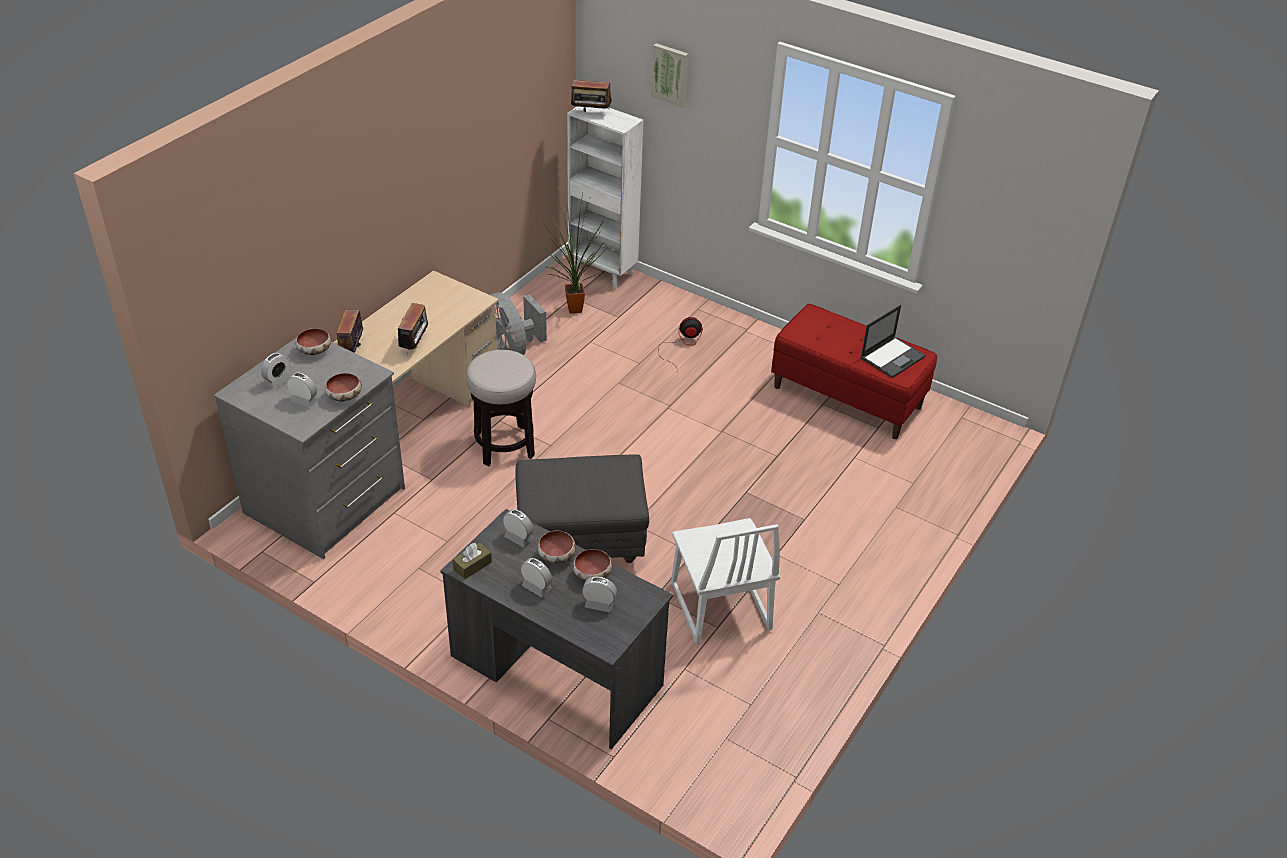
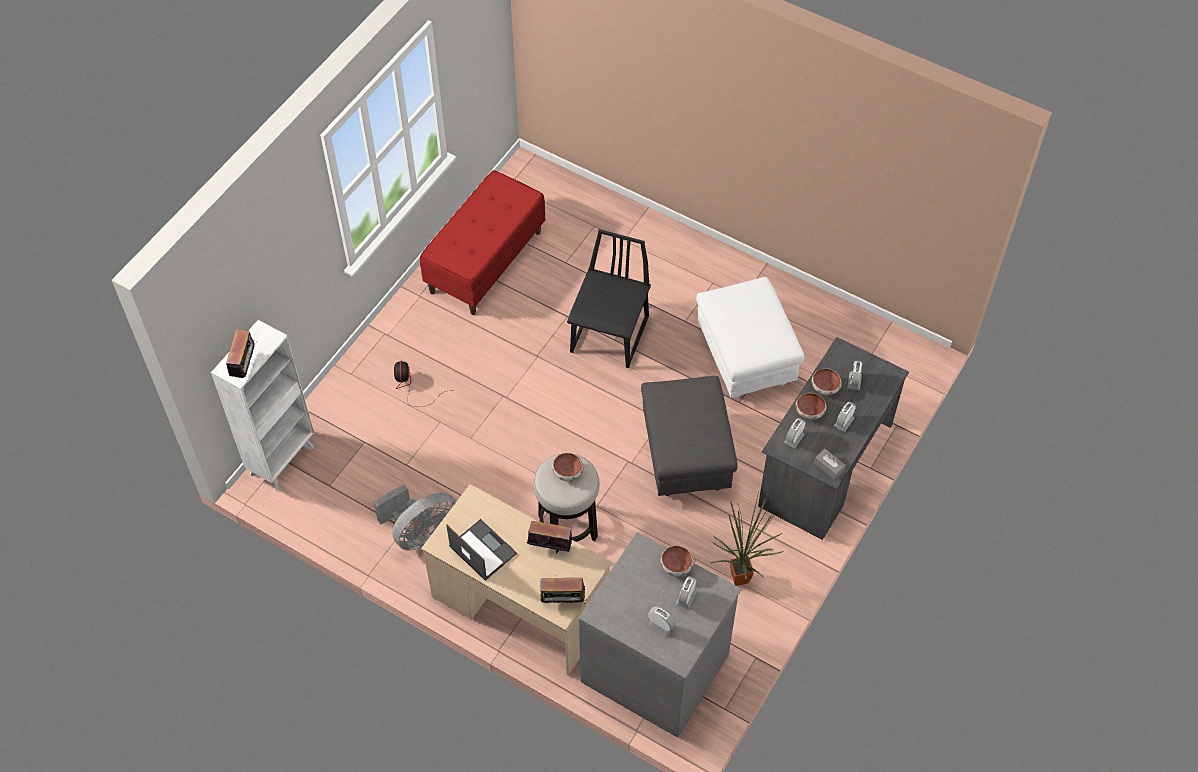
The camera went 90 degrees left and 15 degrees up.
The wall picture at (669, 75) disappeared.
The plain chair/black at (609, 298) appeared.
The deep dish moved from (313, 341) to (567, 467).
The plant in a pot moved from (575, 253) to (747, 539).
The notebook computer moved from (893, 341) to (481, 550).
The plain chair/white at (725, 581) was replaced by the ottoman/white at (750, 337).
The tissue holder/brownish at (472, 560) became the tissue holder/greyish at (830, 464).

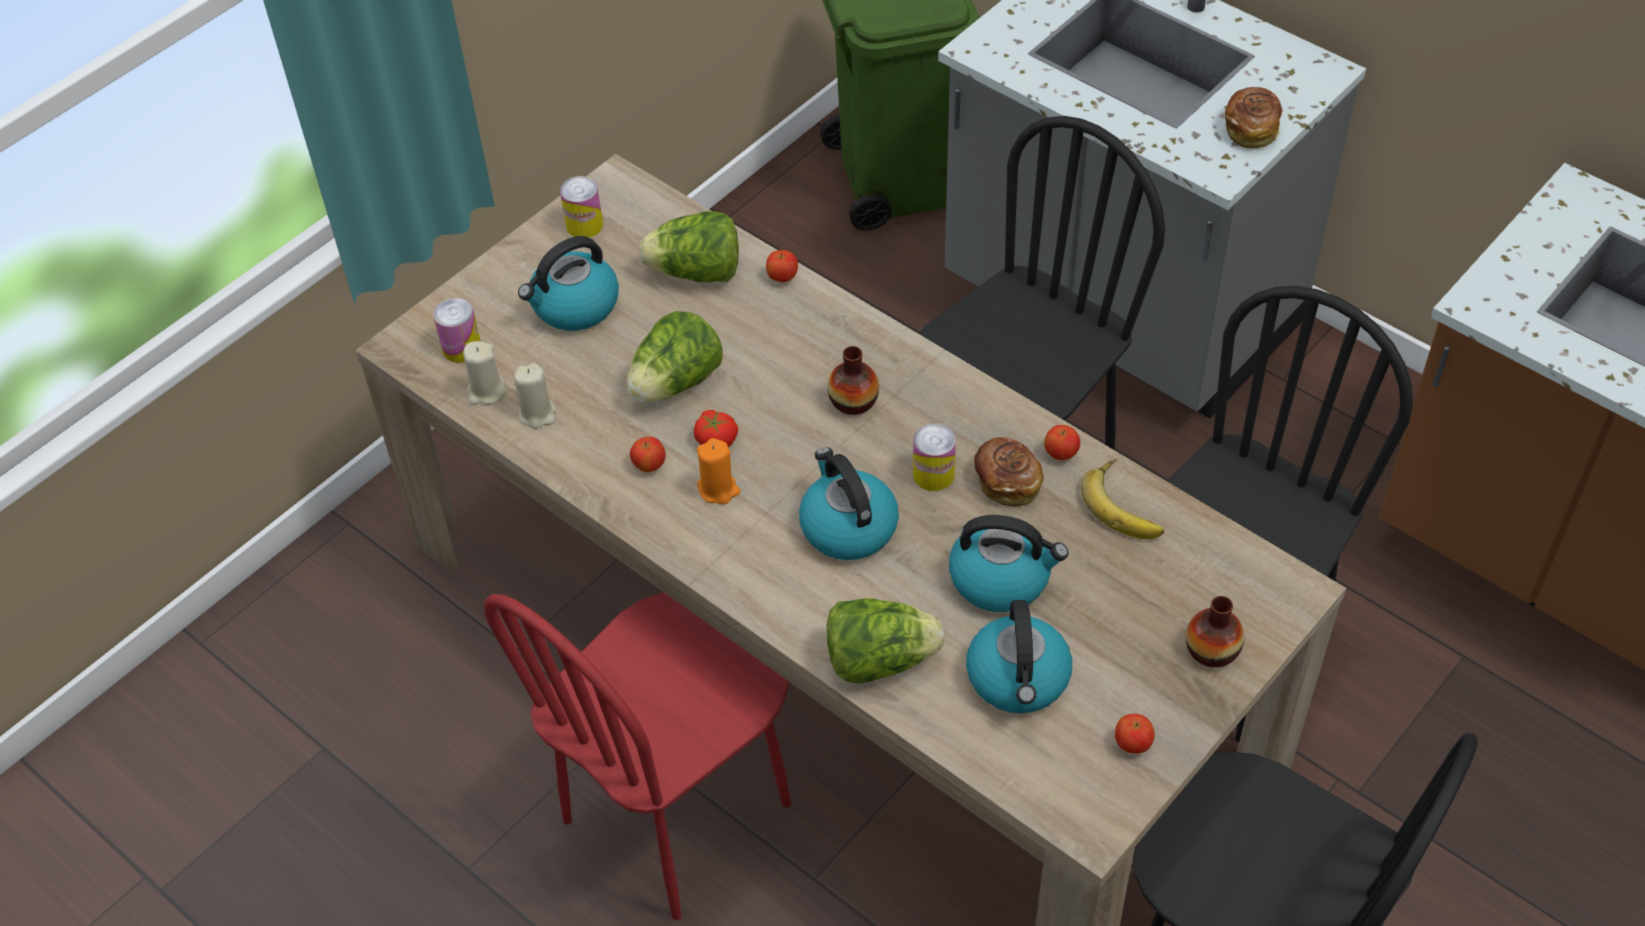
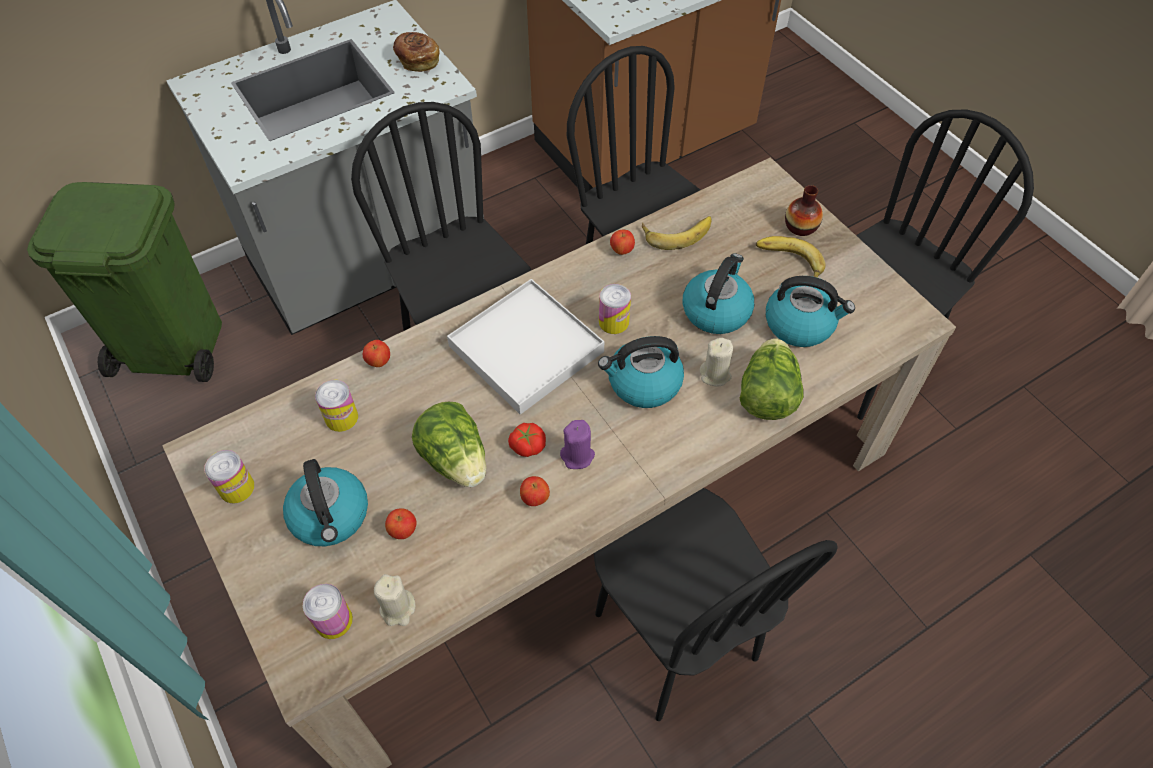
The camera went 75 degrees left and 5 degrees up.
The bread at (1009, 472) disappeared.
The banana at (791, 257) appeared.
The wax light/beige-coloured moved from (535, 396) to (716, 362).
The apple moved from (1135, 734) to (400, 523).
The head of lettuce at (689, 246) was replaced by the metal can at (336, 406).
The vase at (853, 380) was replaced by the carrying tray/white at (525, 347).
The plain chair/red-coloured at (637, 756) became the plain chair/black at (716, 604).
The wax light/orange at (718, 471) became the wax light/purplish at (577, 444).

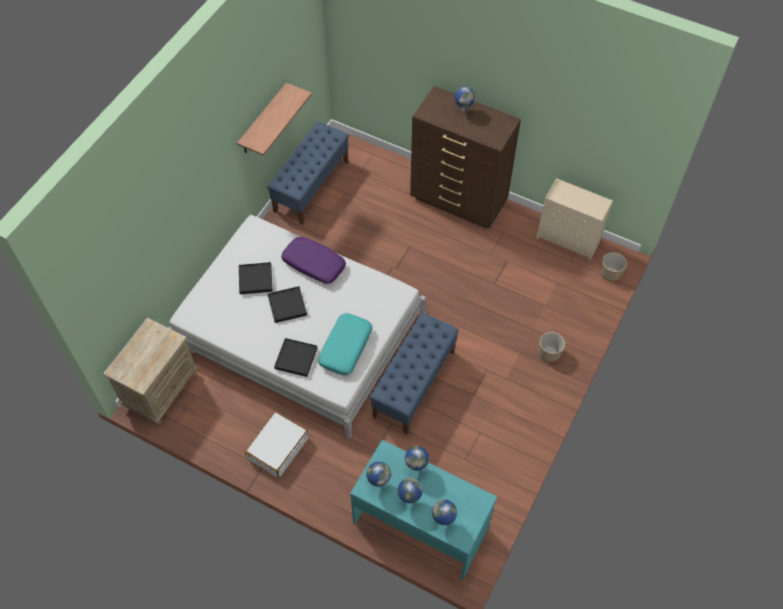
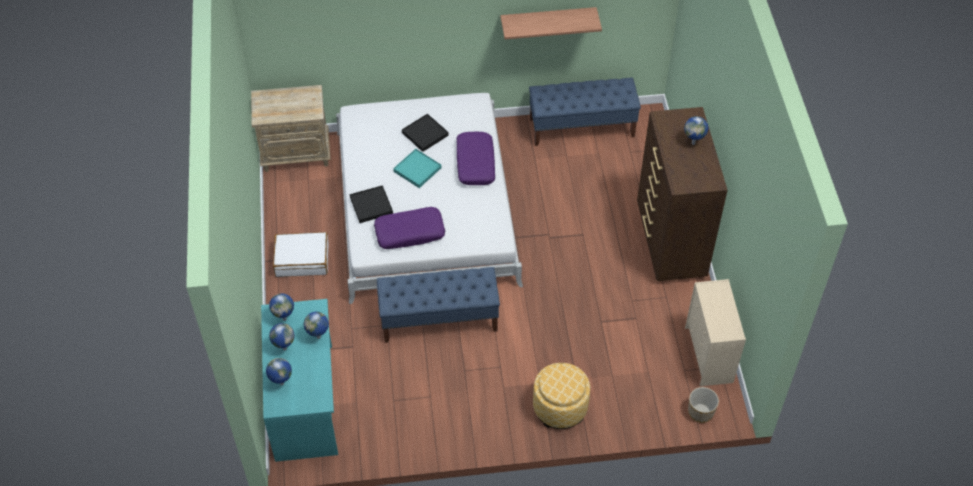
The camera went 55 degrees right and 5 degrees down.
The plant pot at (551, 347) was replaced by the ottoman at (561, 396).
The carrying tray/black at (287, 304) became the carrying tray/turquoise-coloured at (417, 168).
The cushion/turquoise-coloured at (345, 344) became the cushion/purplish at (409, 228).

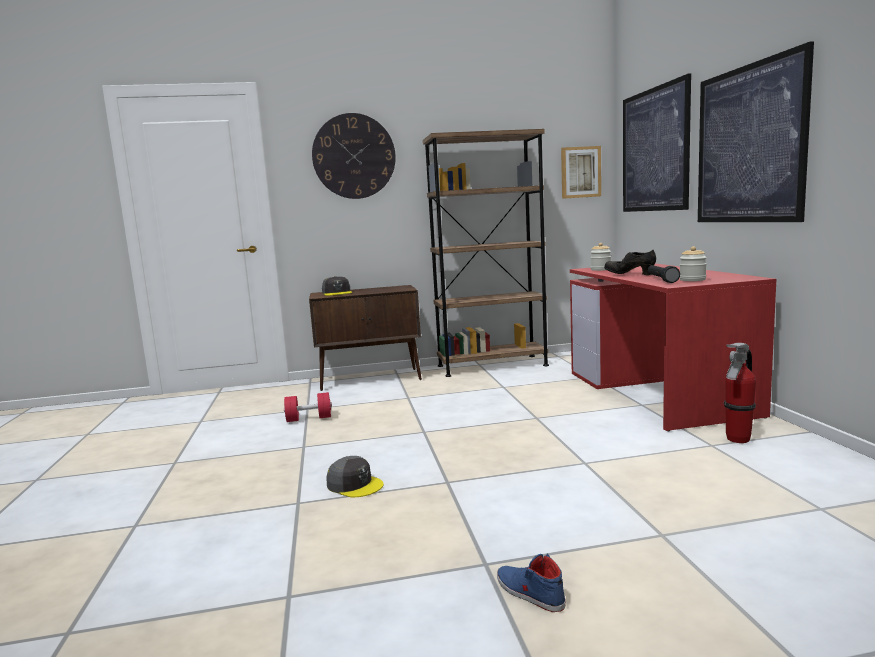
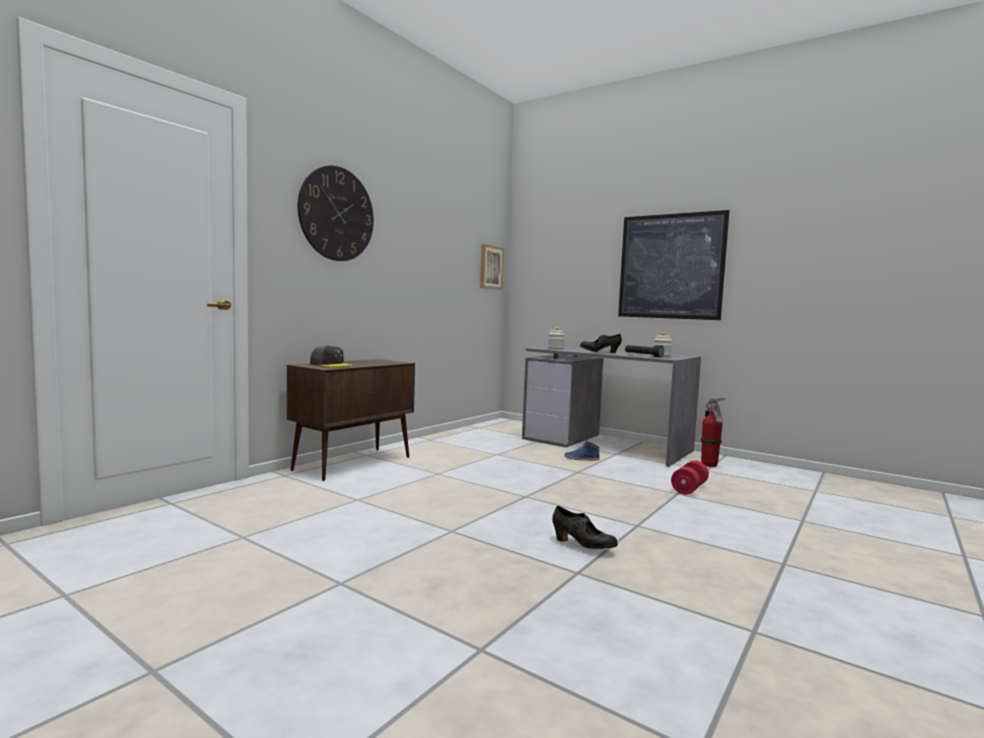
The camera went 45 degrees left and 5 degrees down.
The shelving unit/brownish at (486, 253) disappeared.
The wall picture at (657, 142) disappeared.
The free weight/red-coloured moved from (308, 407) to (690, 477).
The low shoe/blue moved from (531, 582) to (582, 450).
The peaked cap/greyish at (355, 476) was replaced by the low shoe/black at (585, 527).
The desk/red-coloured at (673, 347) became the desk/greyish at (611, 406).

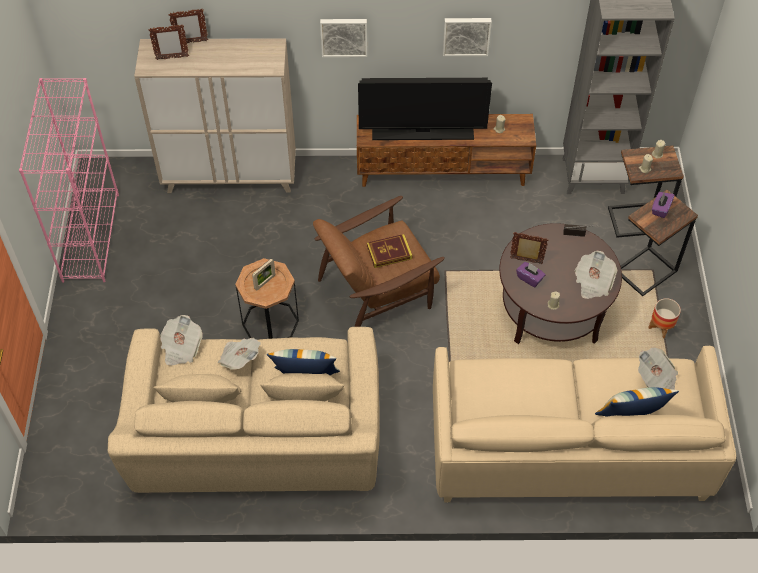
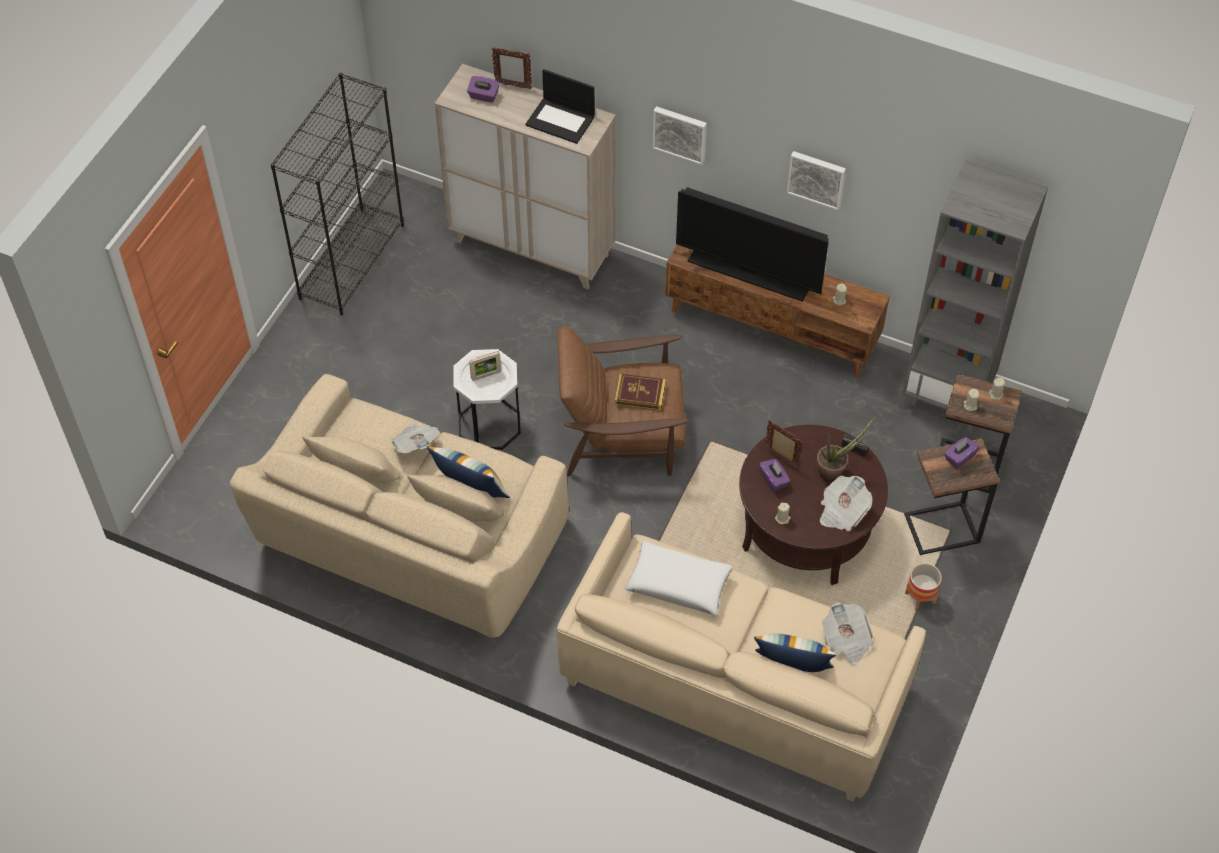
The camera went 25 degrees right and 0 degrees up.
The newspaper at (181, 340) disappeared.
The notebook computer at (560, 106) appeared.
The cushion/white at (679, 578) appeared.
The plant in a pot at (846, 449) appeared.
The standing frame at (168, 42) was replaced by the tissue holder/purplish at (483, 89).
The shelving unit/pink at (69, 180) became the shelving unit/black at (337, 194).
The accent table/brownish at (267, 298) became the accent table/white at (487, 399).

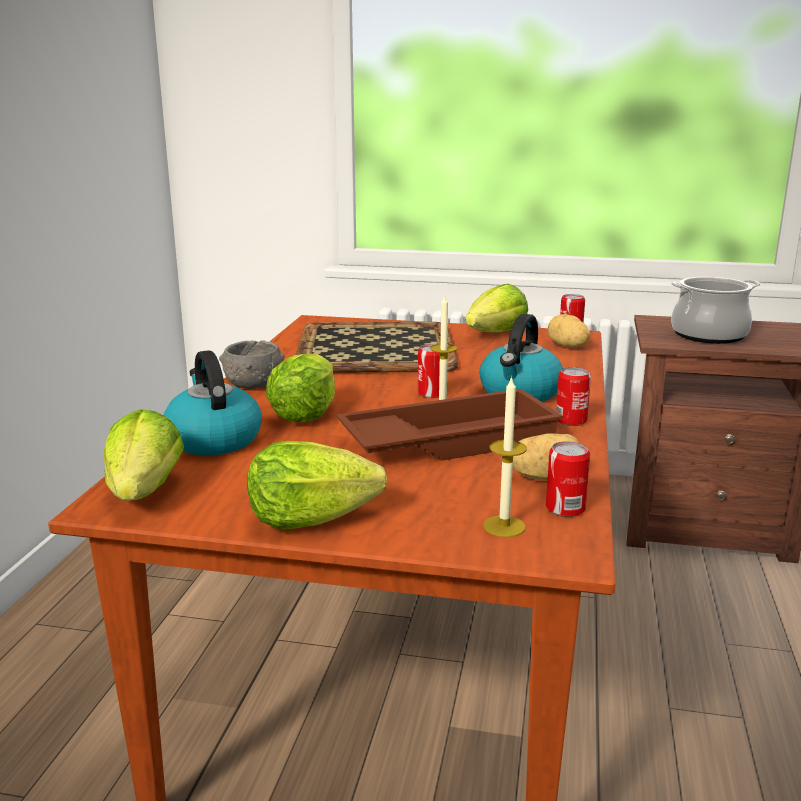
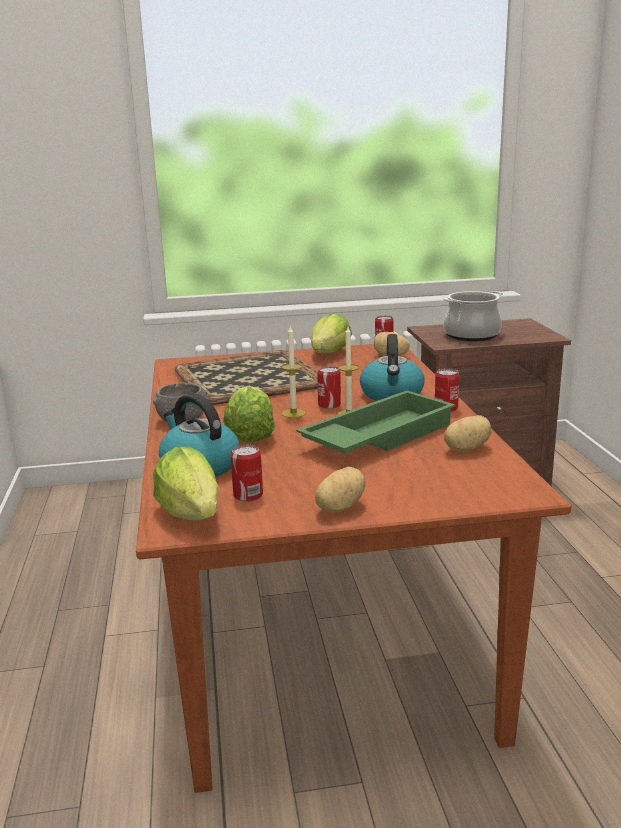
The camera went 20 degrees left and 0 degrees up.
The wax light moved from (505, 456) to (294, 371).
The metal can moved from (568, 479) to (246, 473).
The head of lettuce at (317, 485) was replaced by the spud at (340, 490).
The carrying tray/brownish at (449, 425) became the carrying tray/green at (375, 422).

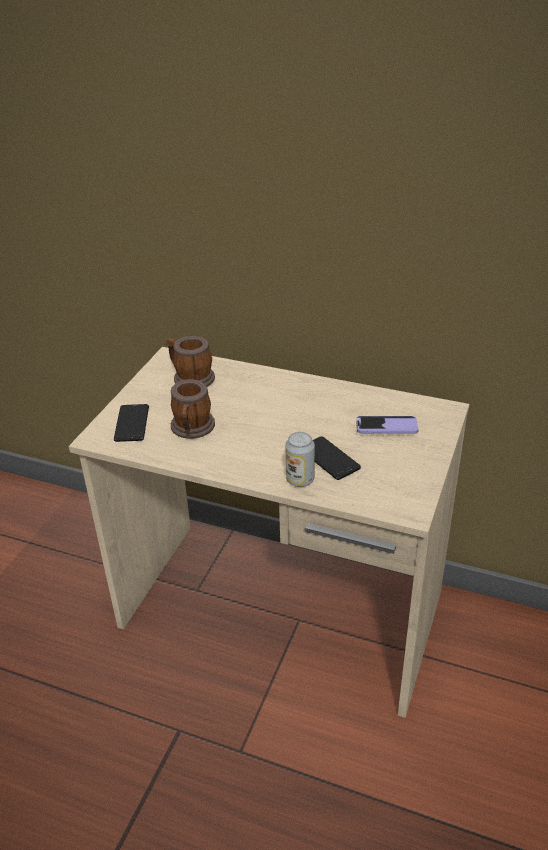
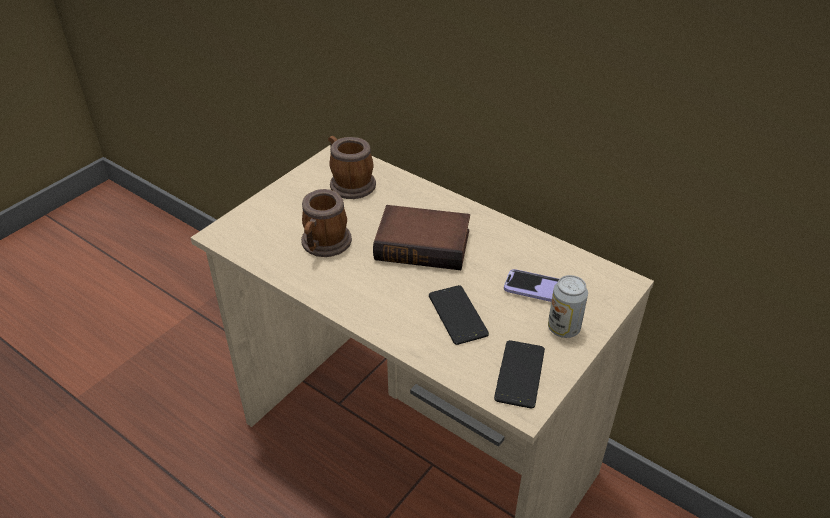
The camera went 15 degrees right and 5 degrees up.
The bound book at (421, 237) appeared.
The handset moved from (131, 423) to (519, 374).
The metal can moved from (300, 459) to (568, 306).

